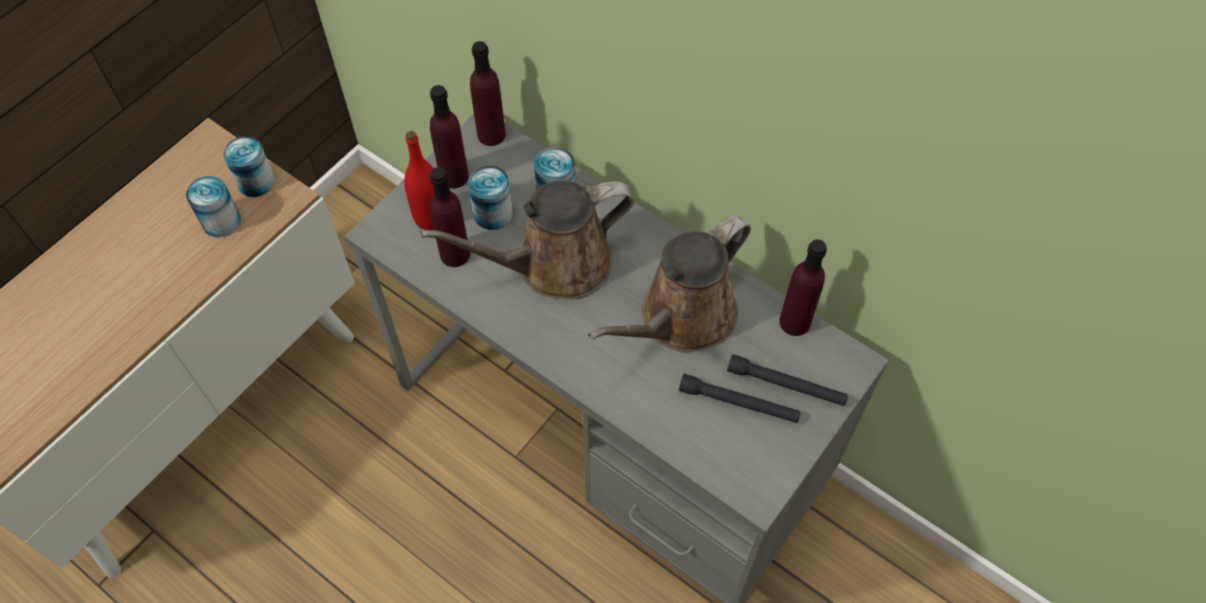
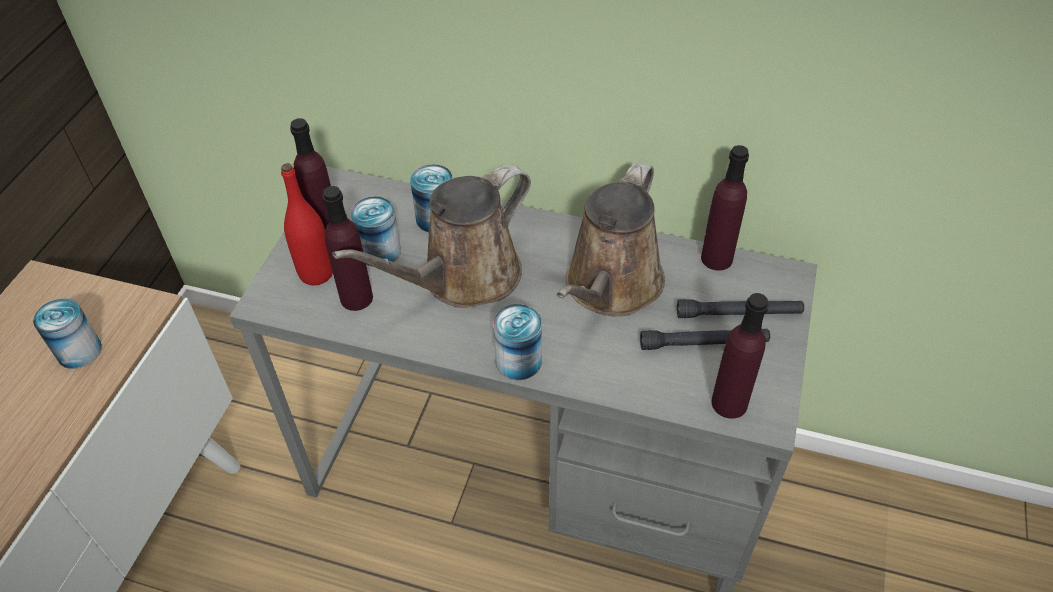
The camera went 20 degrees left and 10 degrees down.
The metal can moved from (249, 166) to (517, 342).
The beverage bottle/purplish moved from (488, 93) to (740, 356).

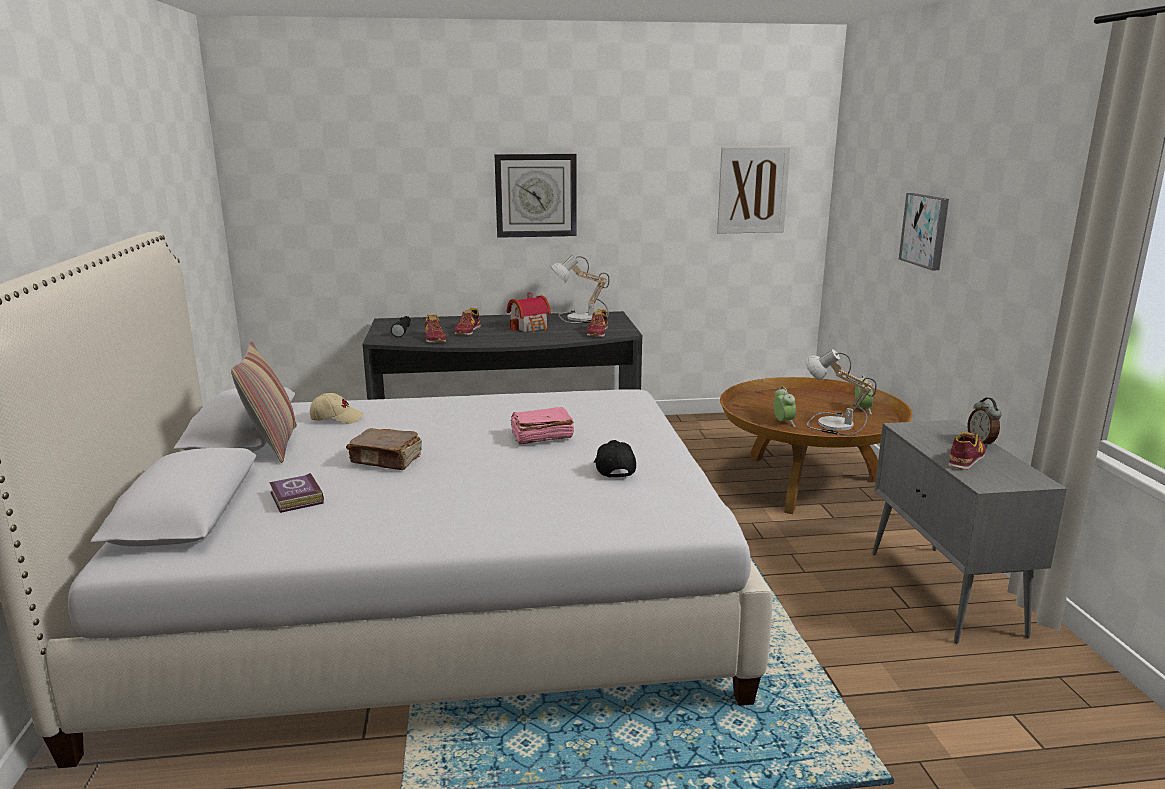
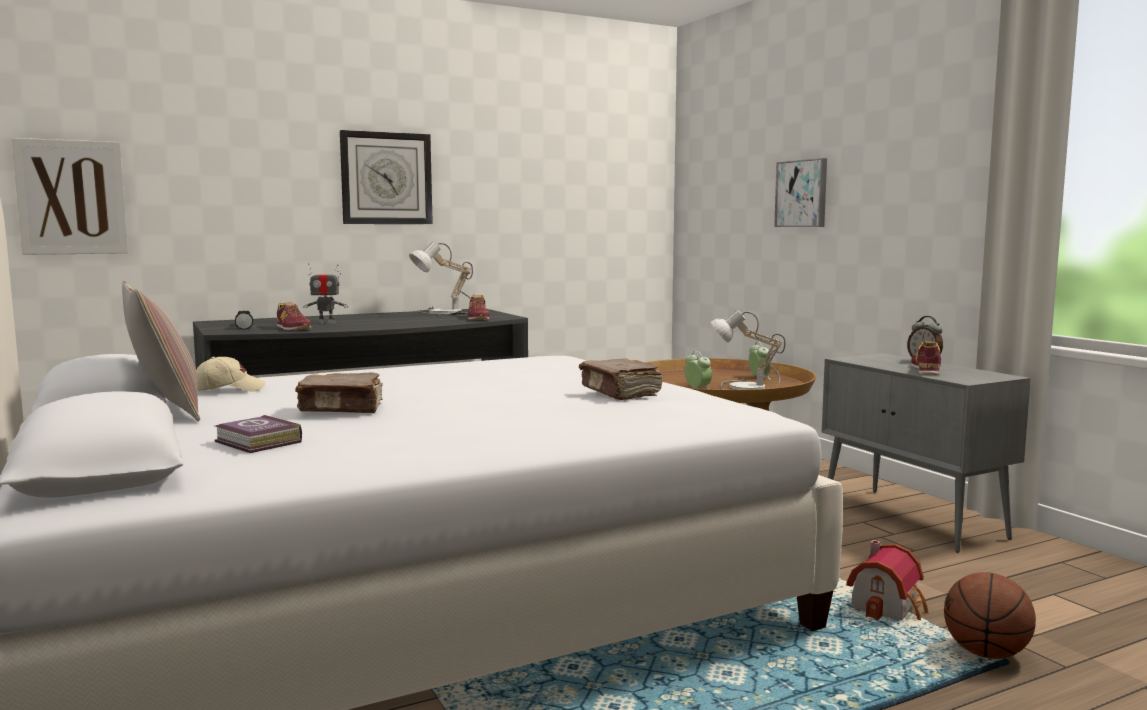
The camera went 20 degrees left and 10 degrees down.
The bound book/pink at (542, 426) disappeared.
The basketball at (990, 615) appeared.
The toy house moved from (528, 312) to (887, 580).
The wall picture moved from (753, 190) to (69, 196).
The low shoe at (468, 321) was replaced by the model robot at (326, 293).
The peaked cap/black at (615, 459) was replaced by the bound book/brownish at (621, 379).

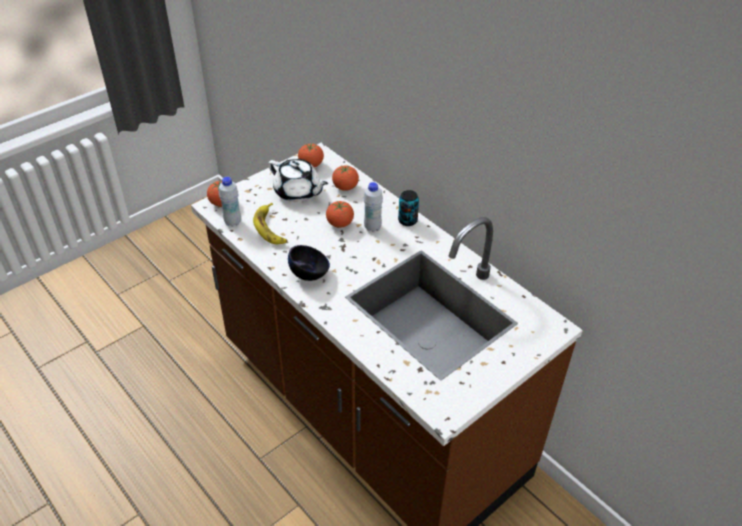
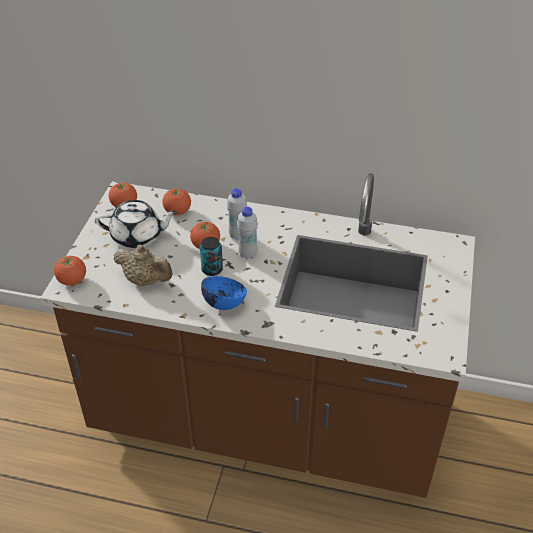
The camera went 35 degrees left and 0 degrees up.
The beverage bottle/white moved from (230, 202) to (247, 232).
The metal can moved from (408, 208) to (211, 256).
The banana at (270, 223) was replaced by the tea pot/beige-coloured at (143, 265).
The deep dish/black at (309, 263) became the deep dish/blue at (224, 293).

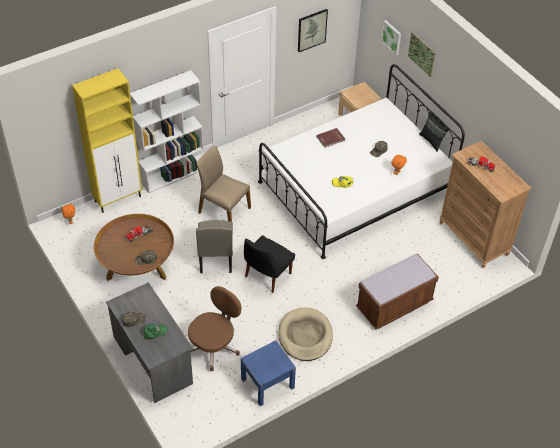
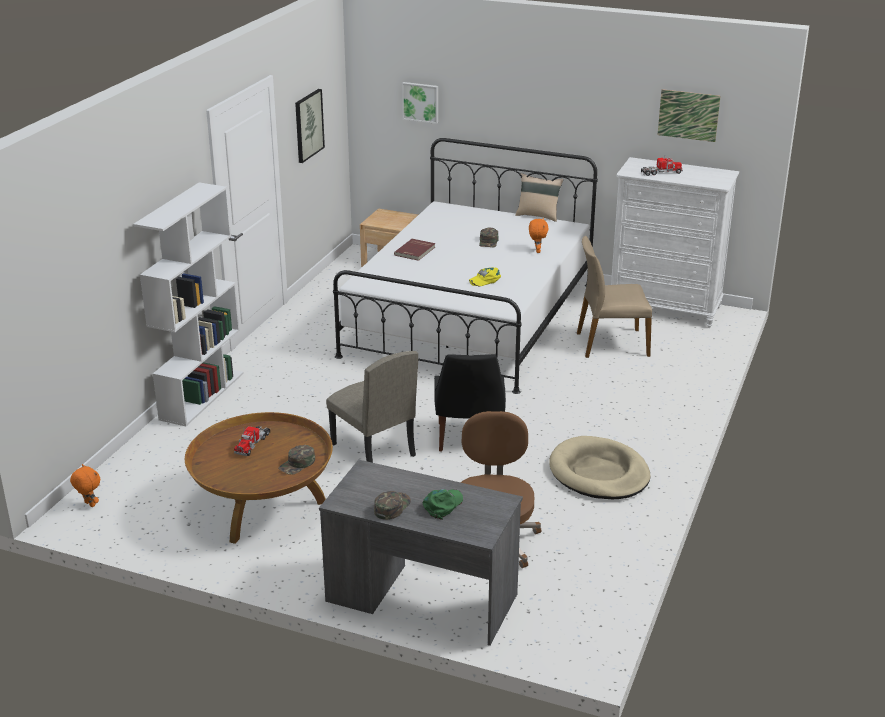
The camera went 35 degrees left and 20 degrees down.
The storage cabinet/yellow at (107, 140) disappeared.
The night table/blue at (268, 373) disappeared.
The bench/brownish at (397, 291) disappeared.
The plain chair/beige-coloured moved from (224, 184) to (614, 297).
The wall picture moved from (422, 54) to (689, 115).
The cushion/black at (433, 132) became the cushion/beige-coloured at (539, 197).
The chest of drawers/brownish at (485, 204) became the chest of drawers/white at (675, 242).

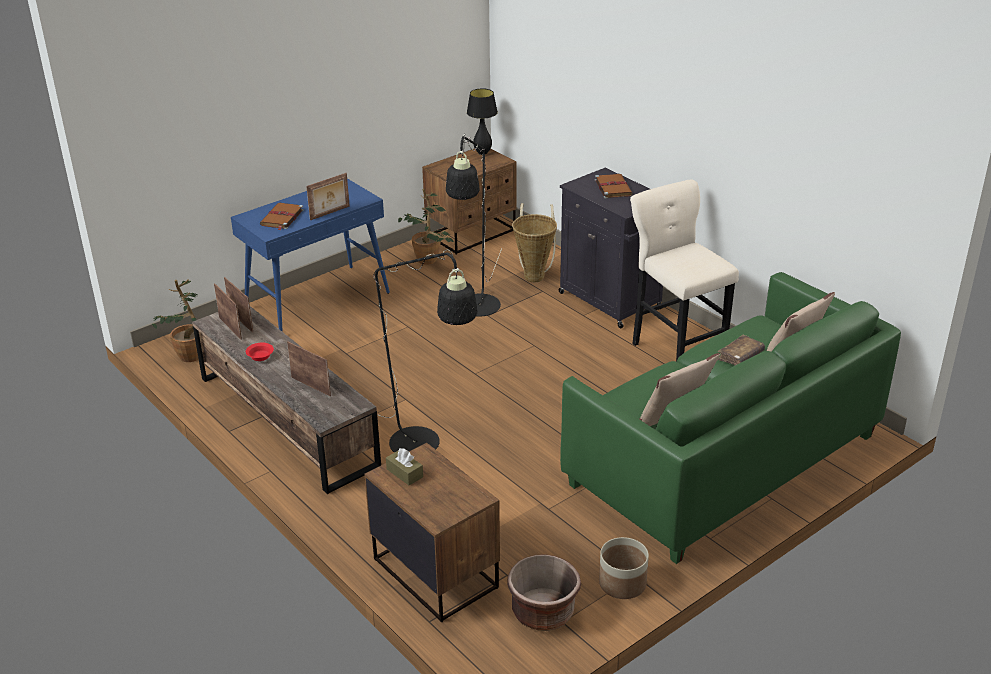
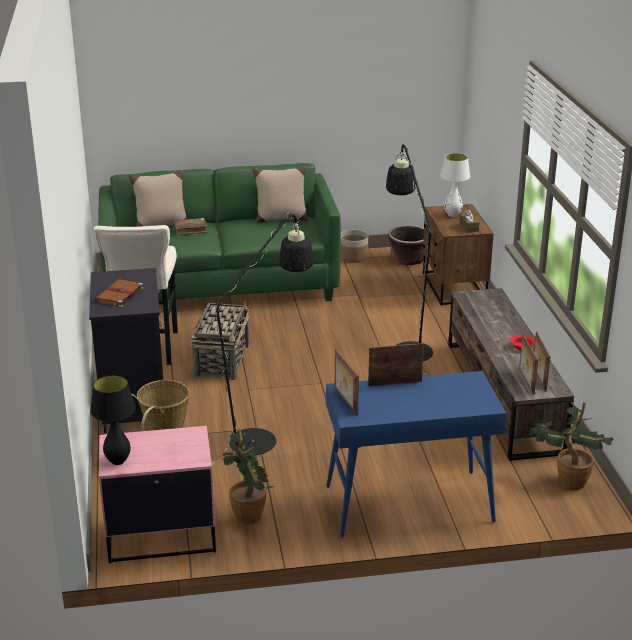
The camera went 150 degrees left and 5 degrees down.
The bound book/brownish at (282, 216) disappeared.
The storage basket at (219, 340) appeared.
The table lamp/white at (455, 185) appeared.
The standing frame moved from (309, 369) to (347, 382).
The night table/brownish at (469, 201) became the night table/pink at (157, 494).

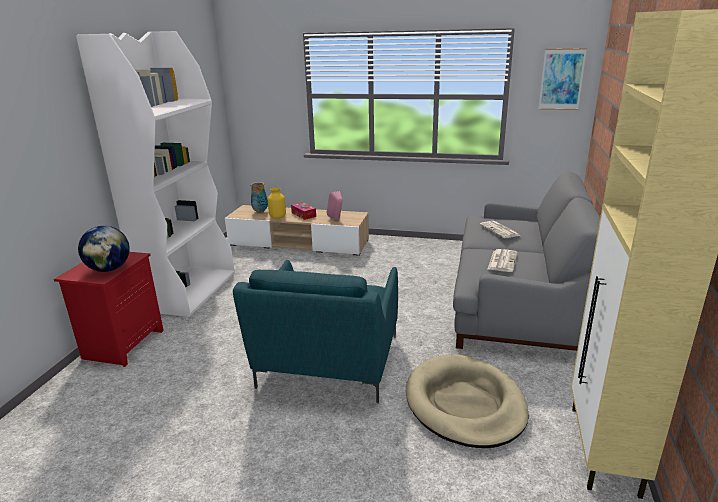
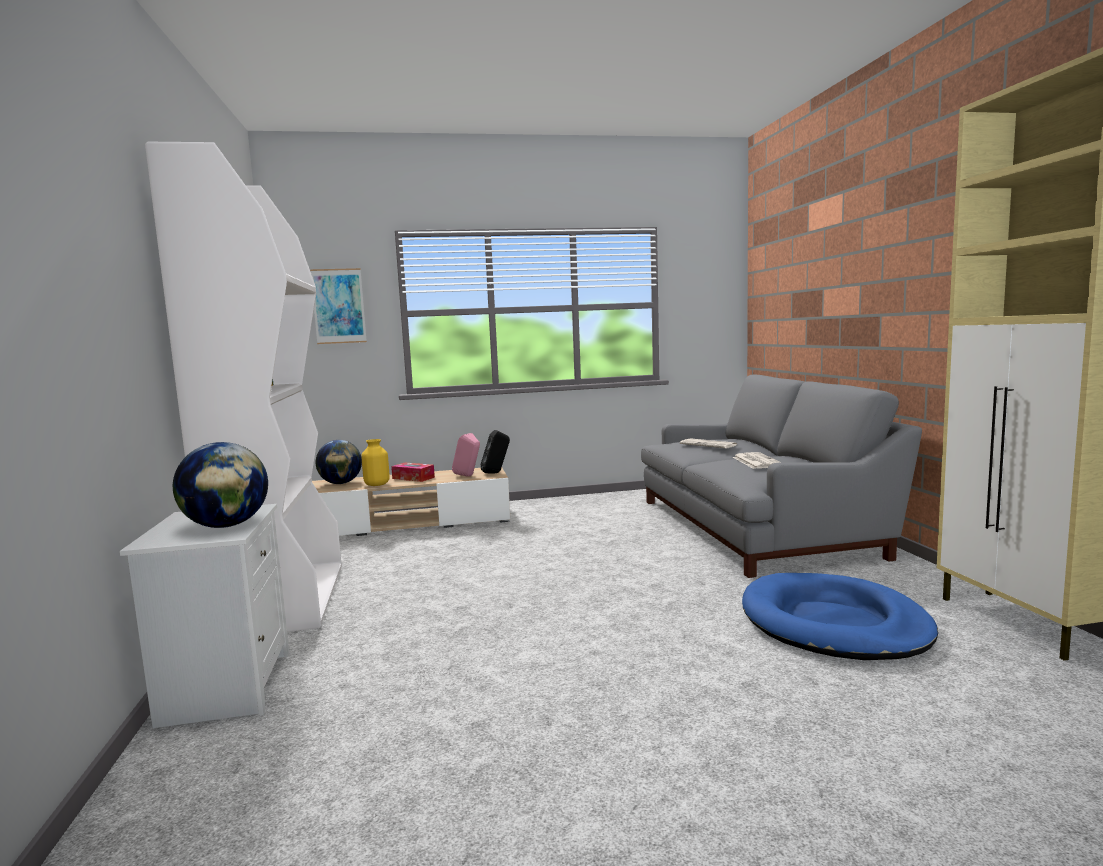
The camera went 25 degrees left and 15 degrees down.
The easy chair/turquoise-coloured at (315, 331) disappeared.
The speaker/black at (495, 451) appeared.
The wall picture moved from (562, 79) to (338, 306).
The vase at (259, 197) was replaced by the globe at (339, 462).
The night table/red-coloured at (109, 309) became the night table/white at (204, 616).
The pet bed/beige-coloured at (467, 401) became the pet bed/blue at (840, 616).

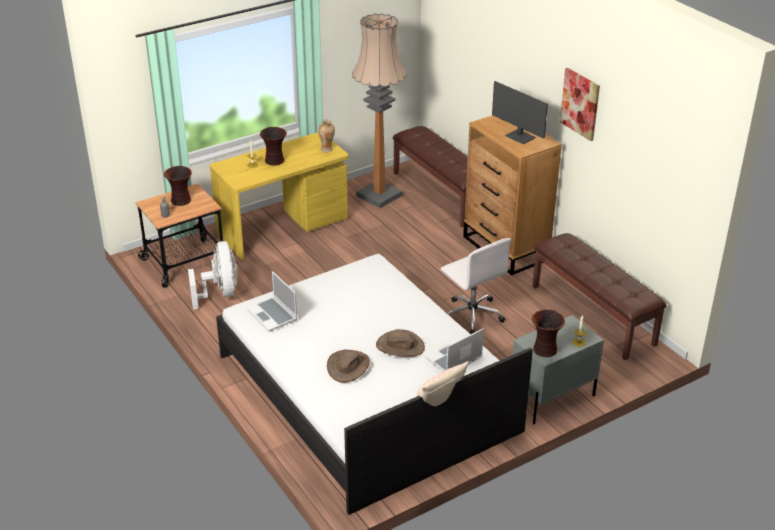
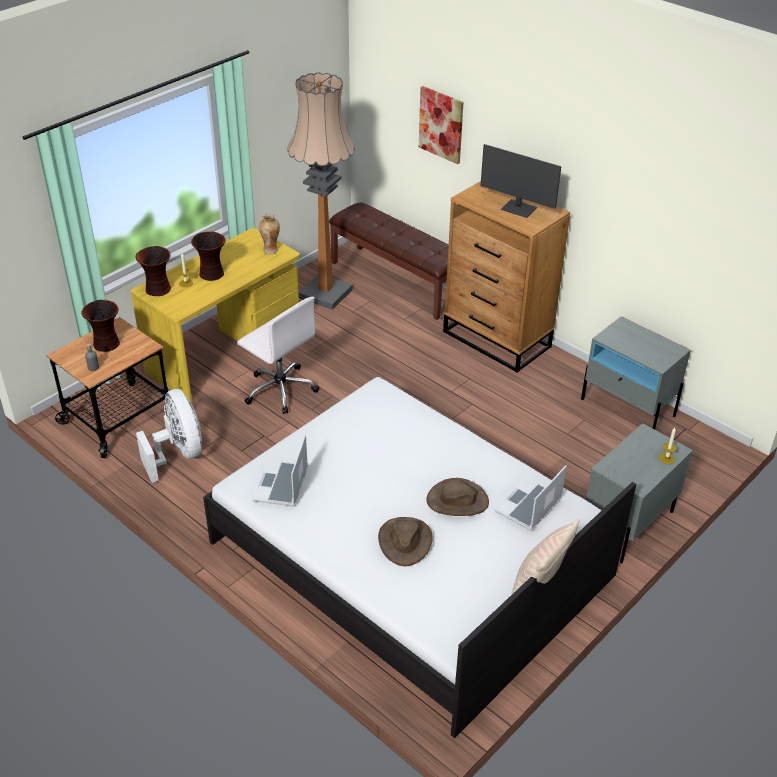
The camera went 15 degrees left and 5 degrees up.
The desk chair/white moved from (476, 286) to (278, 355).
The vase moved from (548, 333) to (153, 271).
The wall picture moved from (580, 104) to (441, 125).
The bench/brownish at (599, 296) was replaced by the night table/greyish at (636, 373).
The notebook computer at (271, 301) turned 60 degrees clockwise.

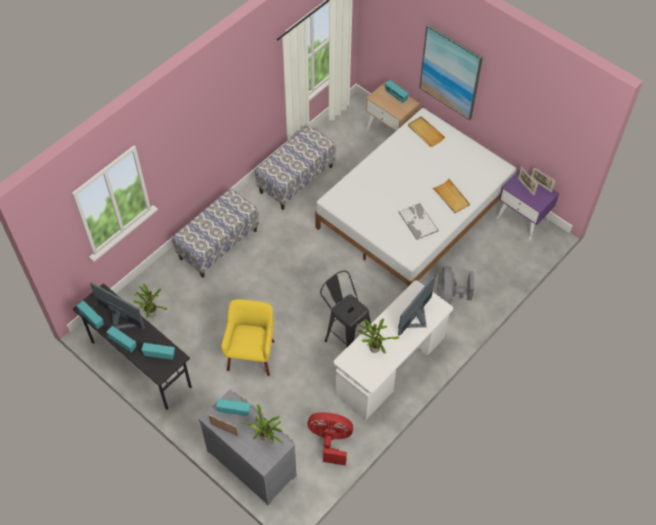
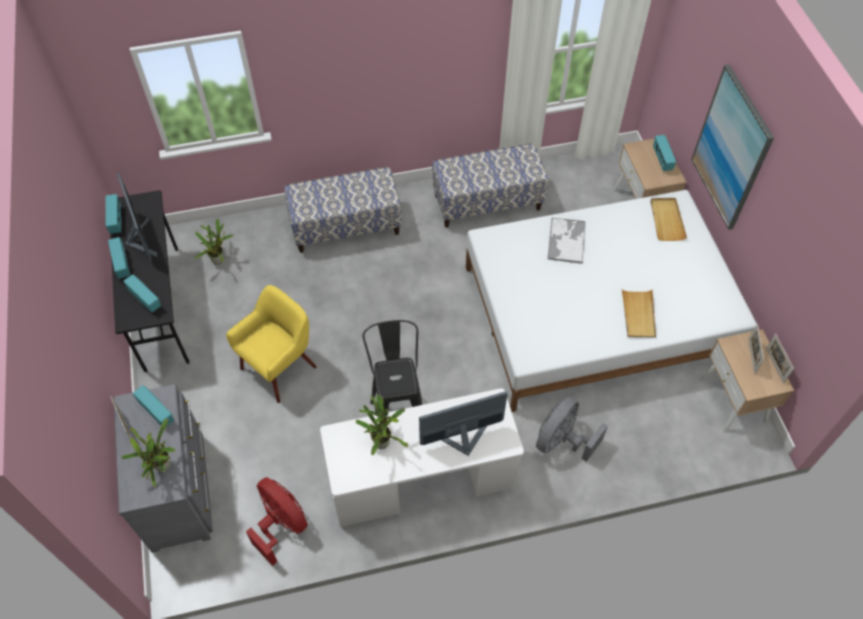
The camera went 35 degrees right and 0 degrees up.
The carrying tray moved from (419, 221) to (566, 241).
The night table/purplish at (527, 205) became the night table/beige-coloured at (746, 381).

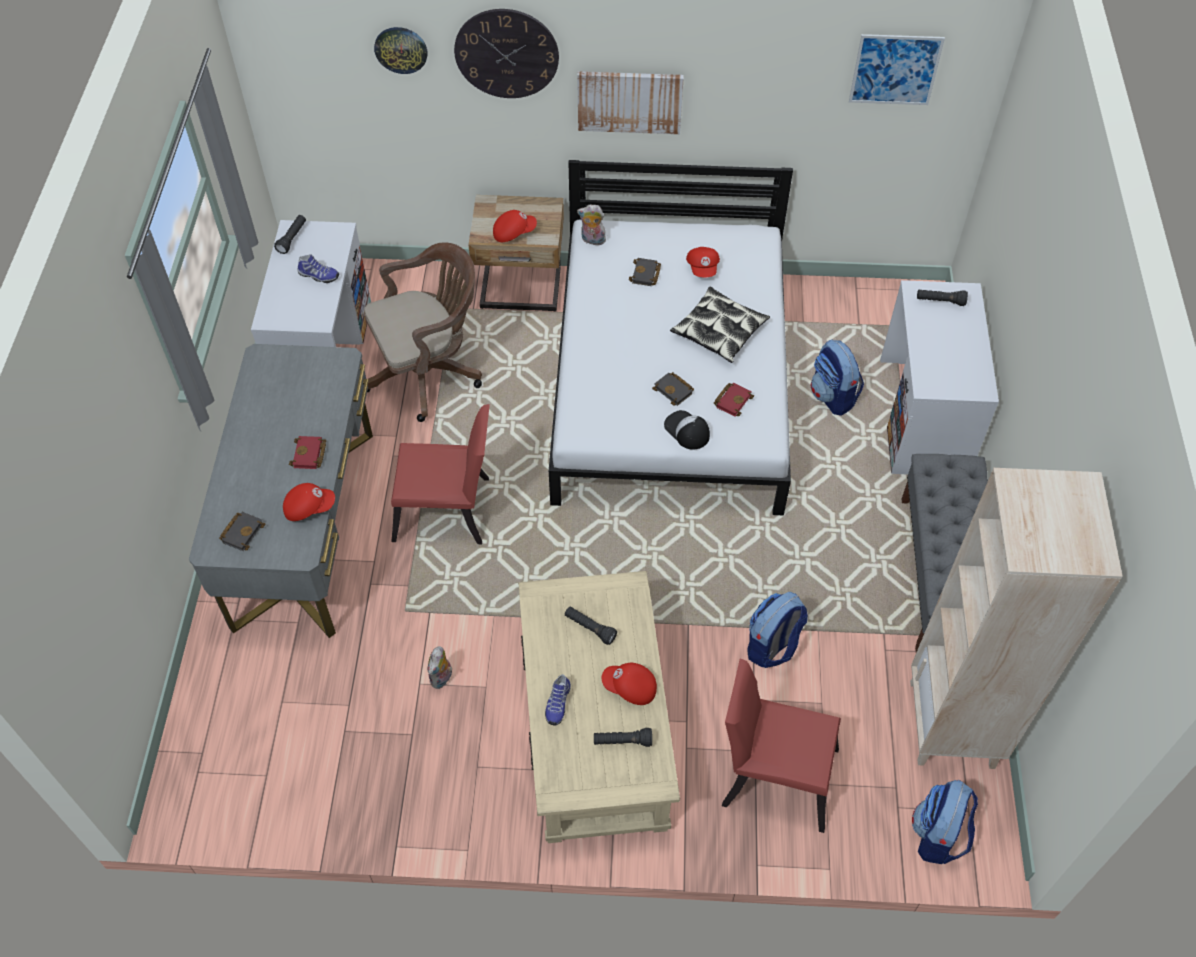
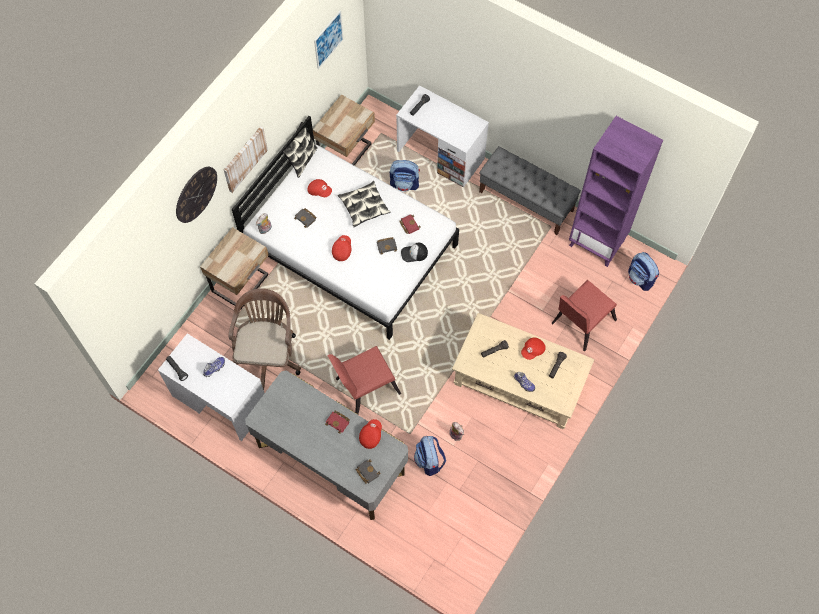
The camera went 60 degrees left and 10 degrees up.
The clock on the wall at (400, 50) disappeared.
The cushion at (300, 150) appeared.
The night table/beige-coloured at (344, 130) appeared.
The peaked cap/red-coloured moved from (515, 226) to (341, 248).
The rucksack moved from (777, 630) to (430, 456).
The shelving unit/beige-coloured at (1016, 618) became the shelving unit/purplish at (616, 191).
The plain chair/red-coloured at (440, 474) turned 150 degrees counterclockwise.

